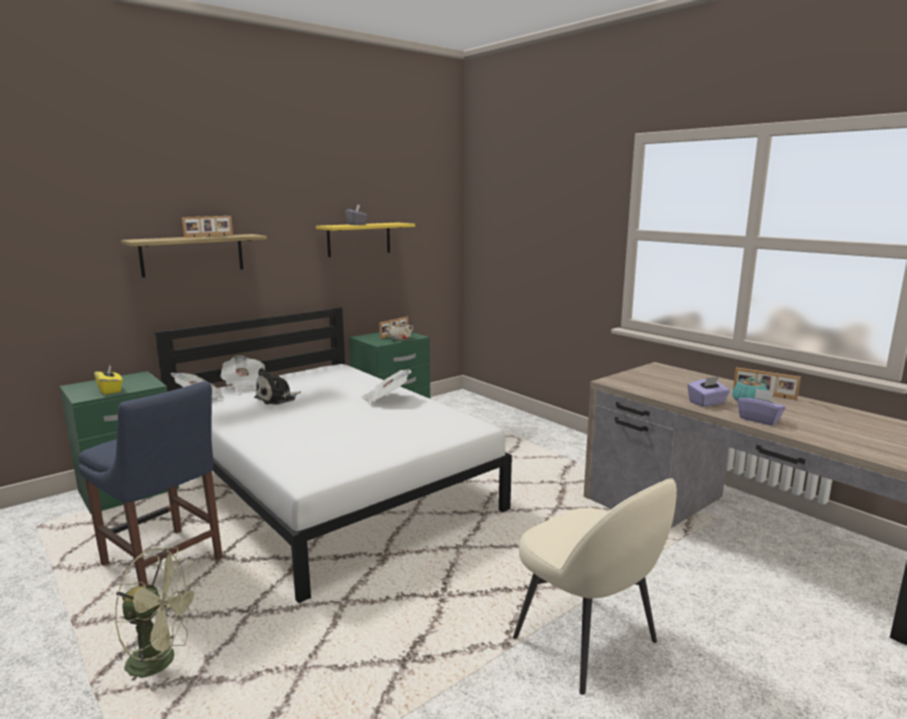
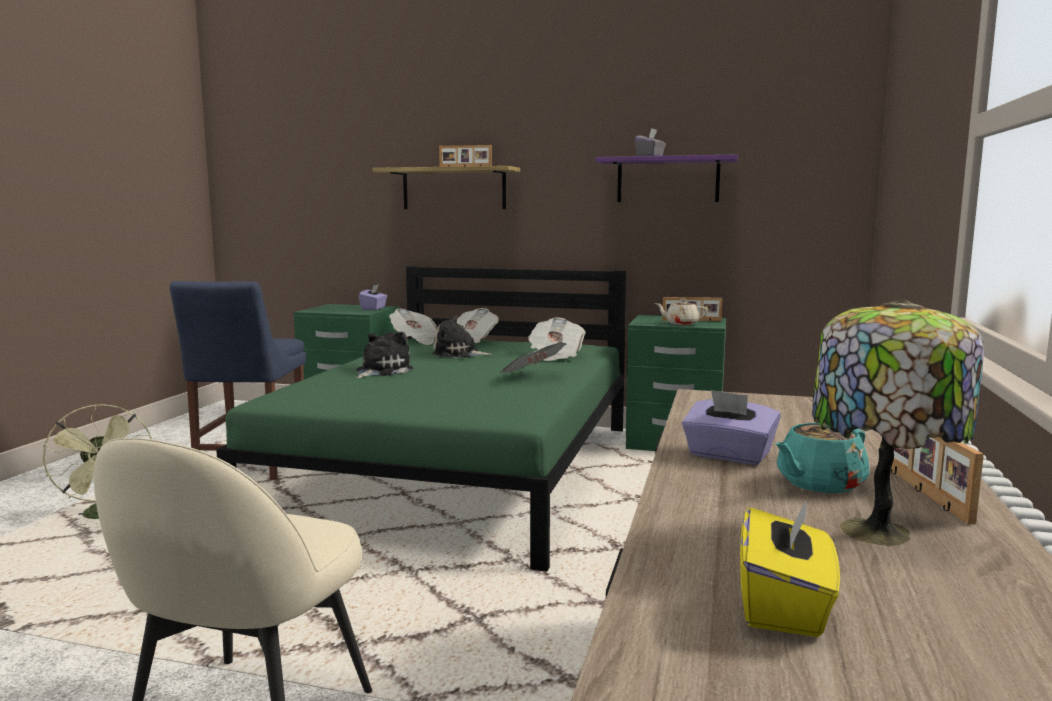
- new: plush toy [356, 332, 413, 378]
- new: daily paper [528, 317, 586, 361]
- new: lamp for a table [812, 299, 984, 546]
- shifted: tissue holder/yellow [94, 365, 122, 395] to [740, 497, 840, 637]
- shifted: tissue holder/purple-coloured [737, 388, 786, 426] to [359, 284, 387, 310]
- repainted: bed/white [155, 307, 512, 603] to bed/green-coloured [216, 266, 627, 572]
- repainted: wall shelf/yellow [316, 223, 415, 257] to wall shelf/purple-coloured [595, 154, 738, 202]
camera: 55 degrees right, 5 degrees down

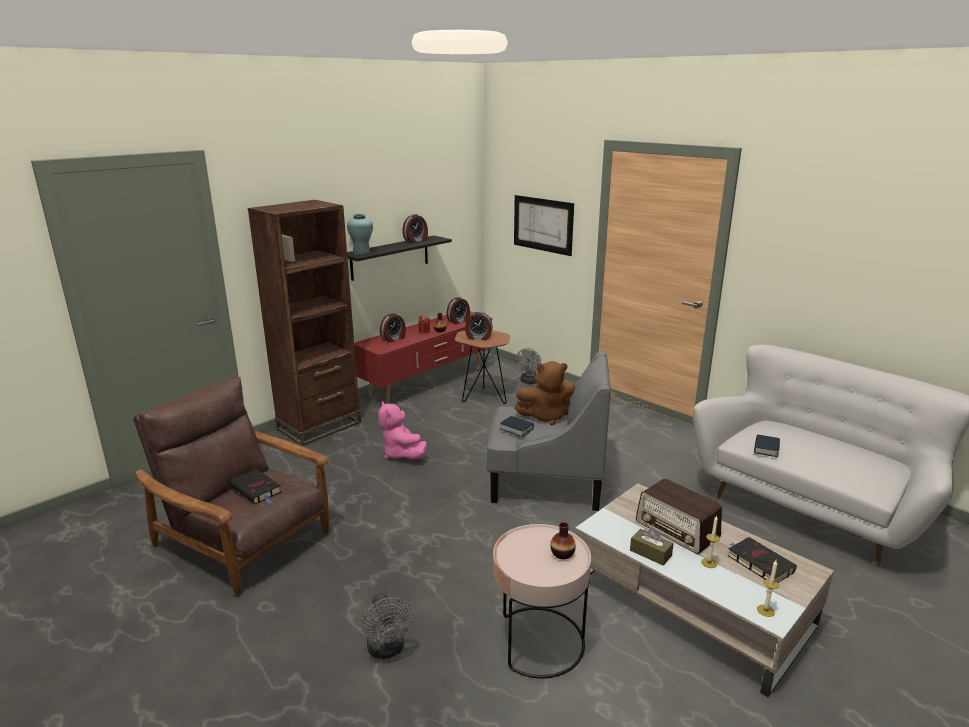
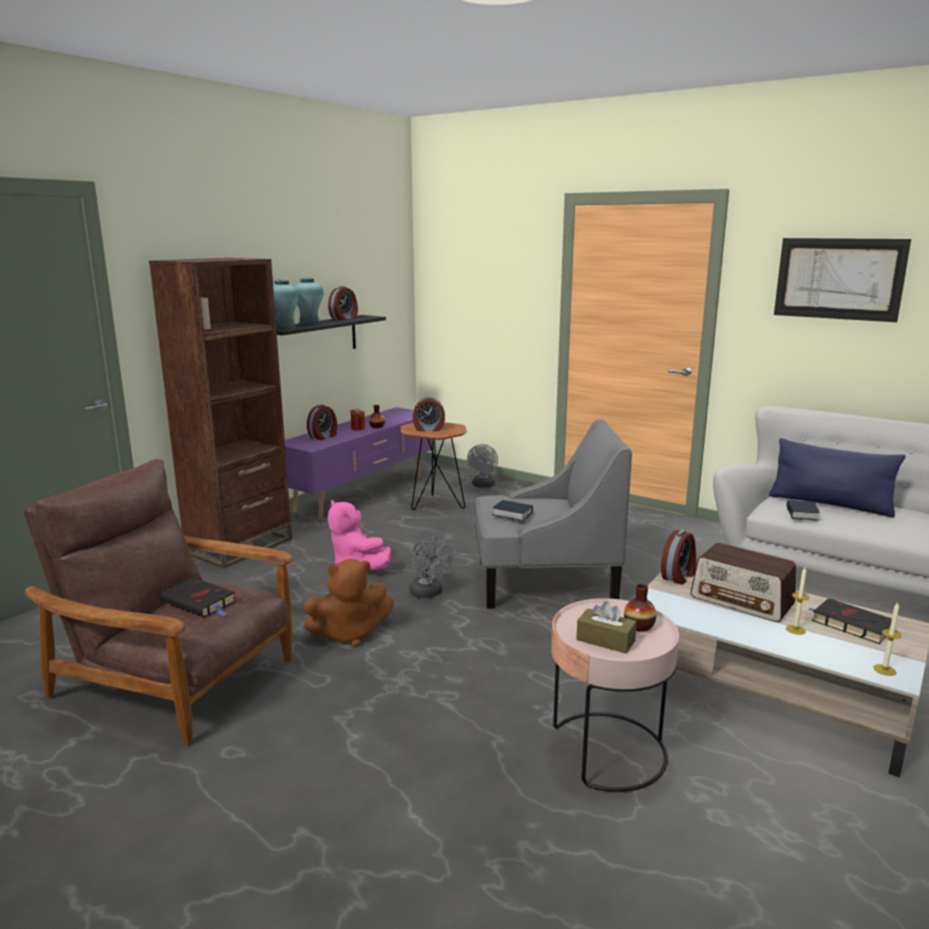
- new: vase/turquoise-coloured [295, 278, 323, 325]
- new: pillow/bluish [769, 438, 906, 517]
- shifted: cooling fan/greyish [362, 593, 413, 659] to [409, 537, 453, 598]
- shifted: alarm clock [446, 297, 470, 324] to [661, 530, 696, 585]
- shifted: picture [514, 195, 574, 256] to [774, 238, 911, 322]
- shifted: plush toy/brown-coloured [515, 361, 575, 425] to [304, 559, 394, 647]
- shifted: tissue holder/brown-coloured [630, 528, 674, 565] to [576, 601, 637, 654]
- repainted: tv stand/red [354, 311, 492, 404] to tv stand/purple-coloured [285, 407, 434, 520]
camera: 10 degrees left, 5 degrees down

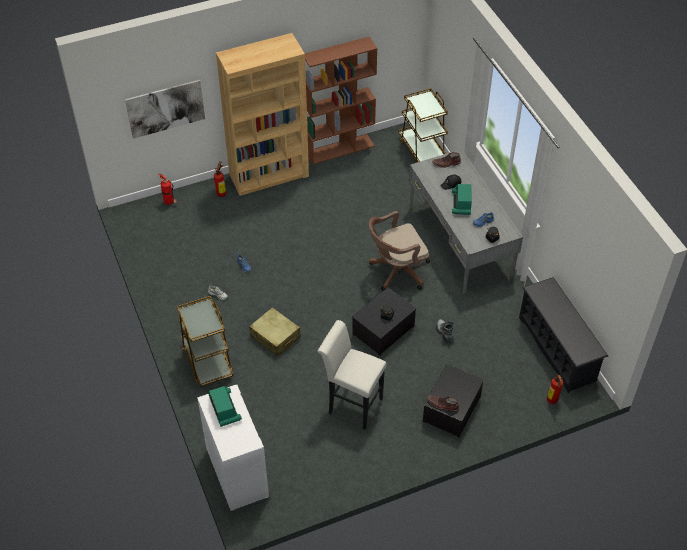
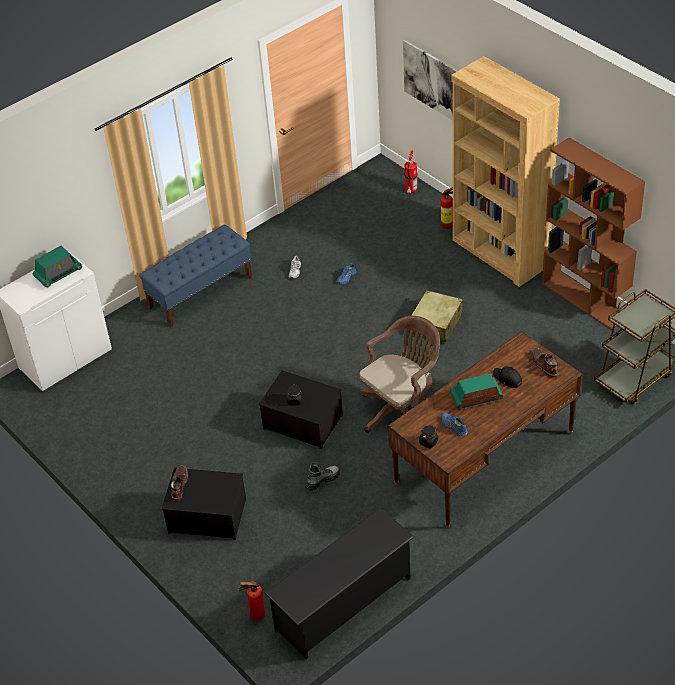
- gone: stool/white [317, 320, 387, 430]
- shifted: travel case/beige [249, 307, 301, 356] to [409, 290, 463, 343]
- swapped: trolley/brown-coloured [177, 296, 233, 387] to bench/bluish [139, 224, 252, 327]
- repainted: desk/greyish [409, 149, 523, 295] to desk/brown-coloured [388, 331, 582, 529]
- rotated: office chair/brown-coloured [369, 211, 430, 290] = [358, 316, 440, 433] 90 degrees clockwise
camera: 75 degrees right, 5 degrees down

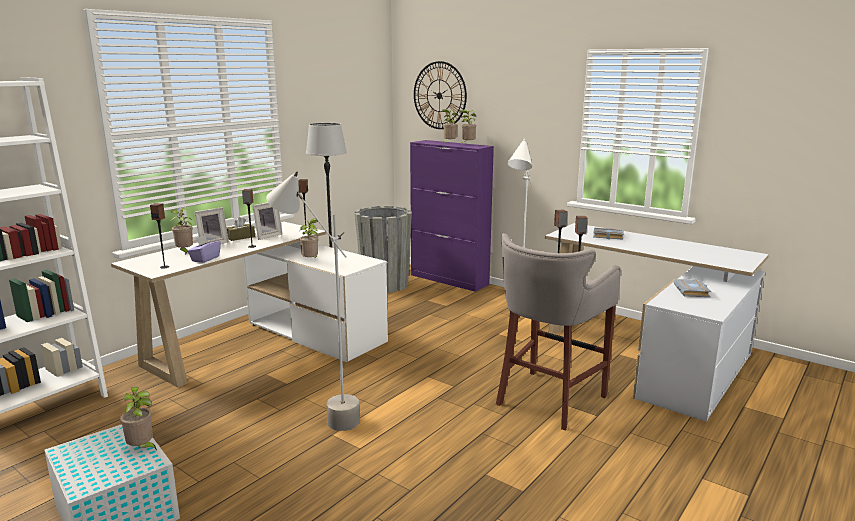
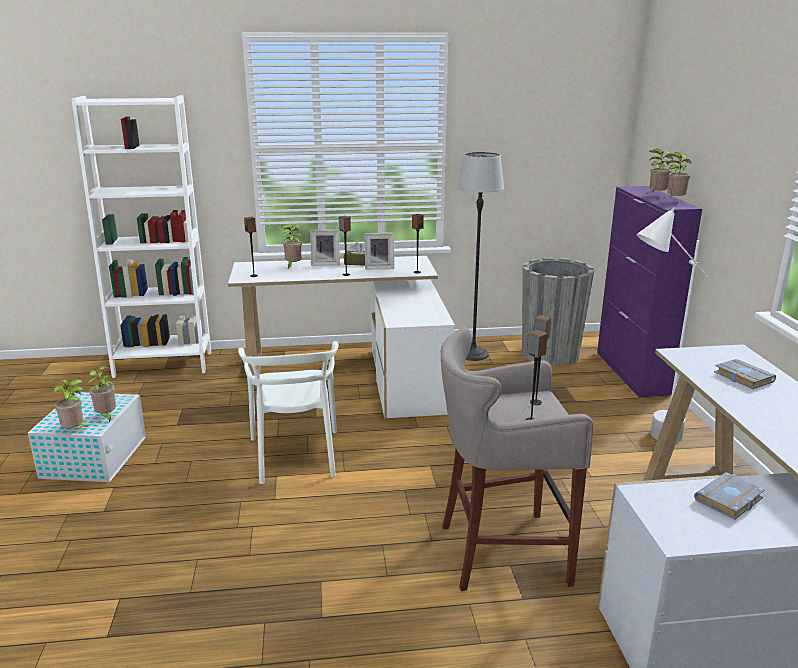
- gone: tissue holder/purple-coloured [187, 236, 221, 263]
- gone: wall clock [414, 61, 467, 129]
- shifted: plant in a pot [299, 218, 318, 258] to [54, 379, 90, 429]
- swapped: standing lamp/greyish [267, 171, 360, 431] to chair/white [238, 341, 338, 484]
camera: 45 degrees right, 5 degrees up

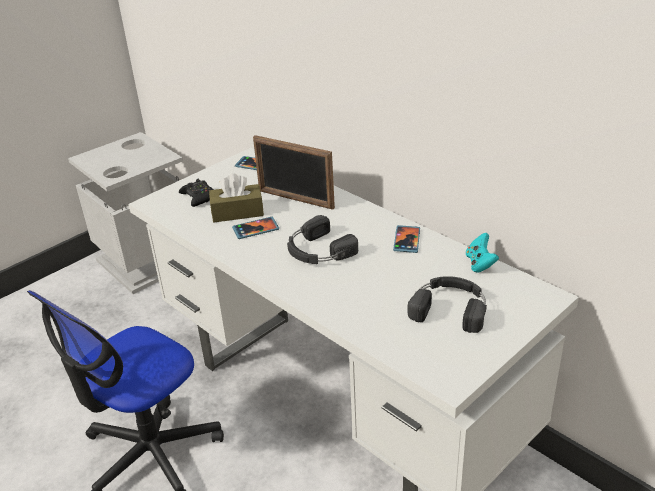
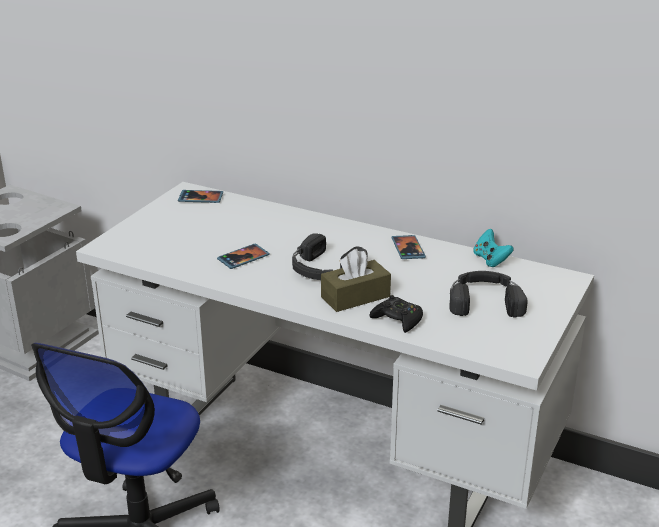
- gone: photo frame [253, 135, 335, 210]
- shifted: gamepad/black [179, 179, 214, 207] to [370, 295, 423, 333]
- shifted: tissue holder/brown-coloured [209, 173, 264, 222] to [321, 249, 391, 312]
camera: 20 degrees left, 5 degrees down

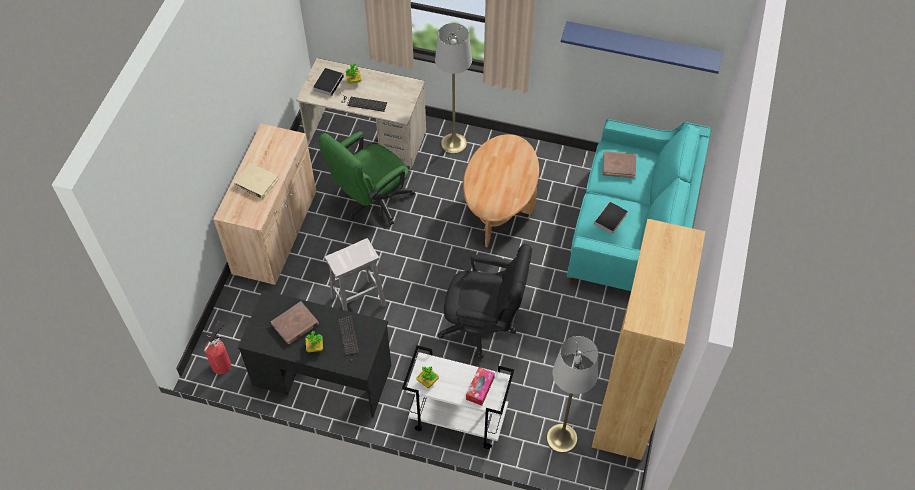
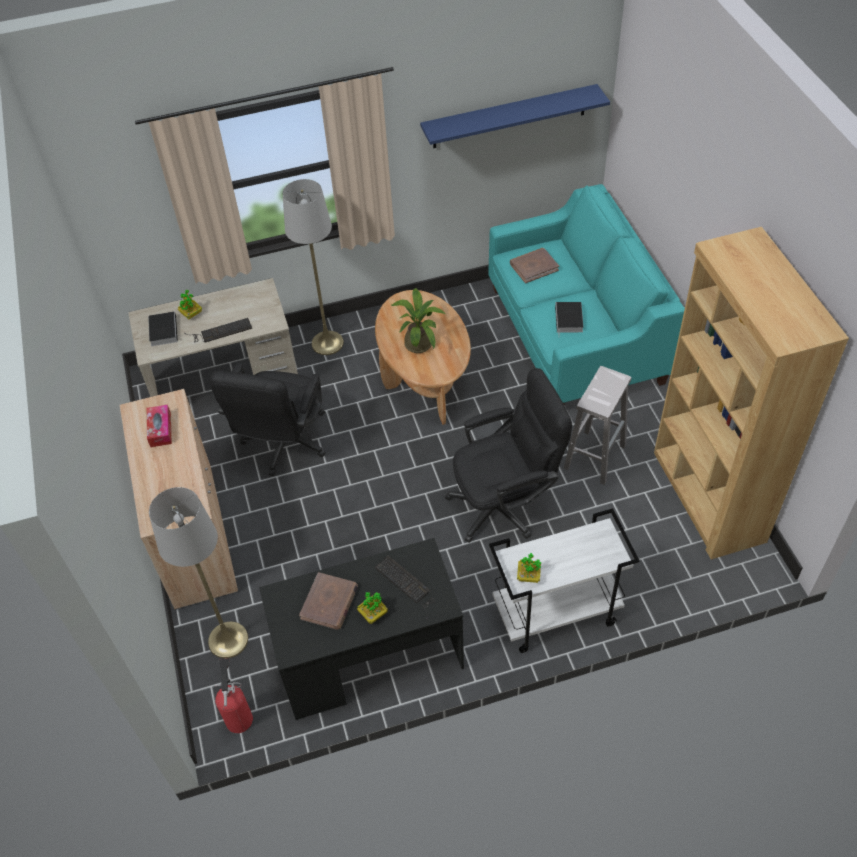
- gone: bound book/beige [234, 163, 279, 199]
- new: plant in a pot [391, 288, 445, 353]
- shifted: stool/white [325, 238, 387, 311] to [563, 366, 631, 485]
- shifted: tissue holder [466, 367, 495, 406] to [147, 405, 172, 447]
- shifted: standing lamp/greyish [546, 336, 599, 453] to [149, 487, 248, 658]
- repainted: office chair/green-coloured [318, 131, 415, 225] to office chair/black [210, 362, 326, 476]
camera: 30 degrees left, 5 degrees down

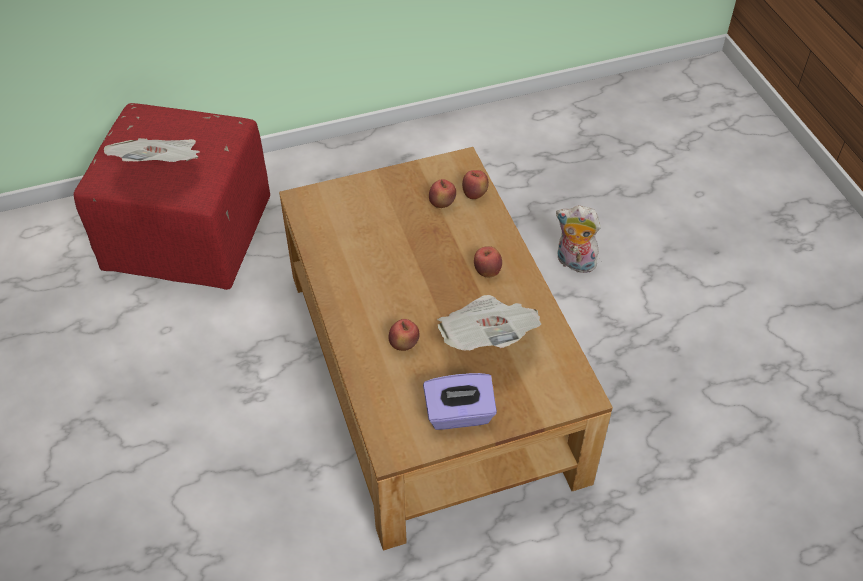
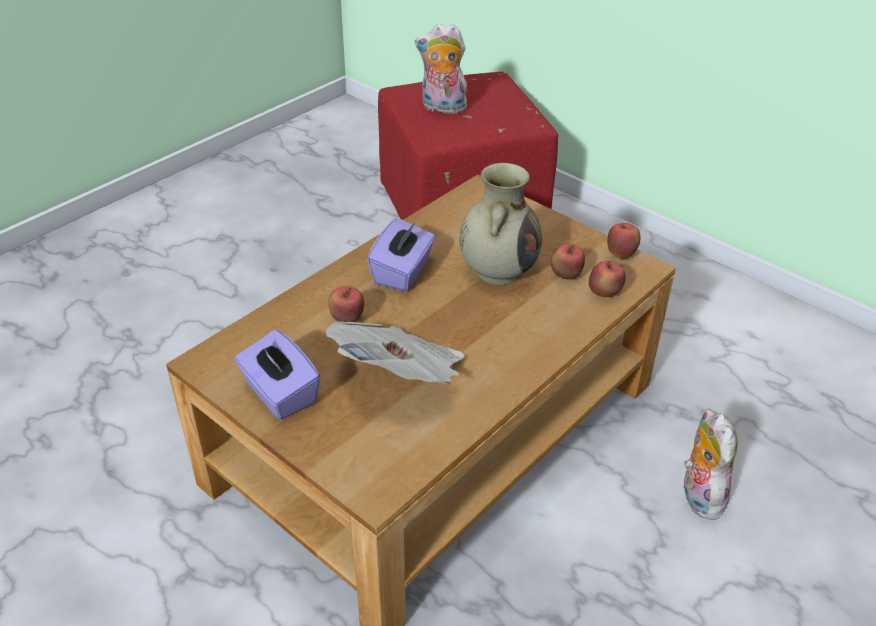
- new: tissue holder/purple-coloured [367, 218, 435, 292]
- new: vase/beige [460, 163, 542, 285]
- shifted: whole apple [474, 246, 502, 277] to [607, 223, 640, 259]
- swapped: daily paper [104, 138, 200, 162] to plush toy [415, 23, 467, 114]
camera: 60 degrees right, 10 degrees down

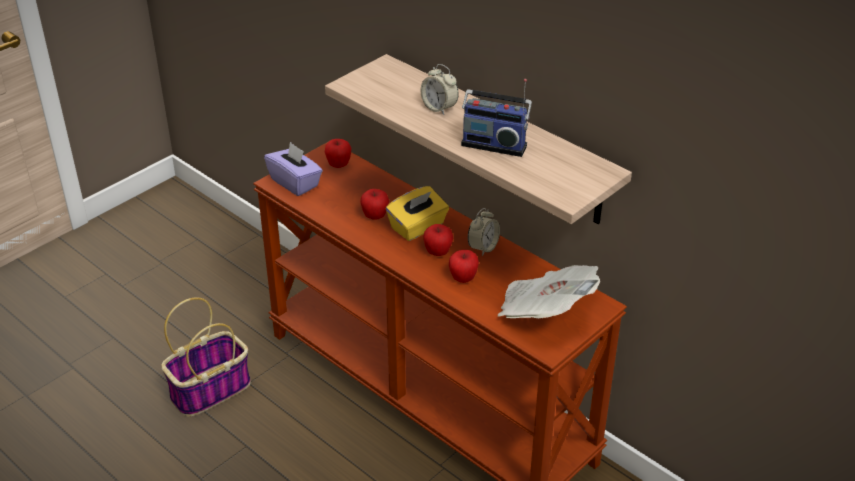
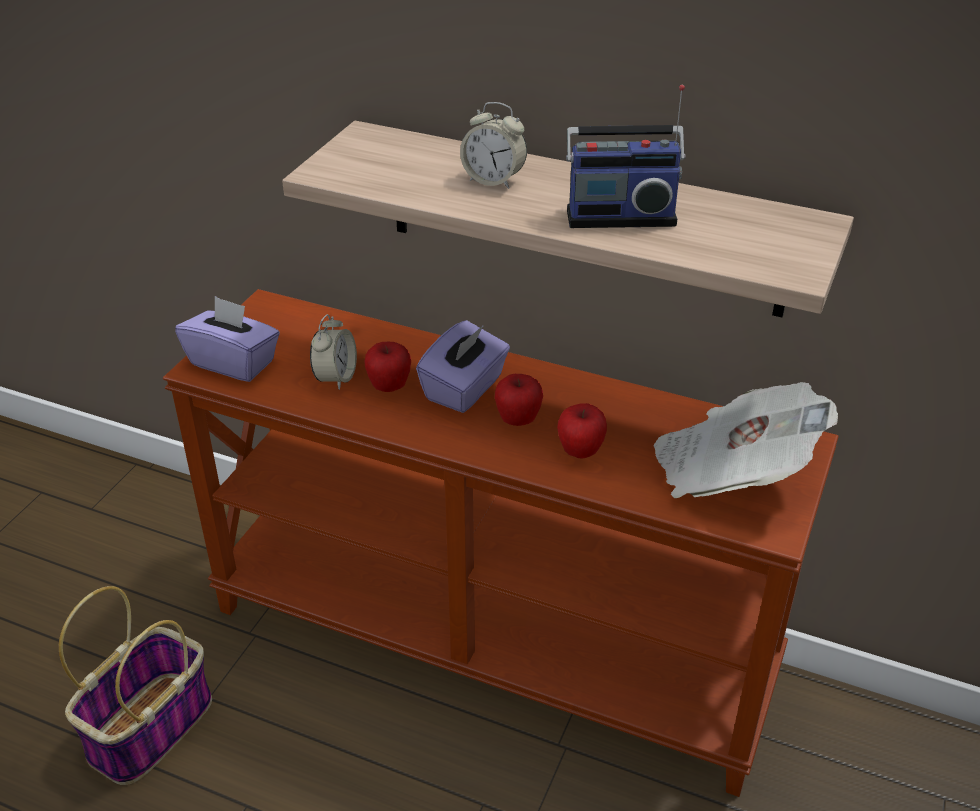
- gone: whole apple [325, 139, 352, 168]
- shifted: alarm clock [468, 208, 500, 256] to [310, 314, 357, 390]
- repainted: tissue holder/yellow [386, 186, 449, 241] to tissue holder/purple-coloured [416, 320, 510, 413]
camera: 20 degrees left, 0 degrees up

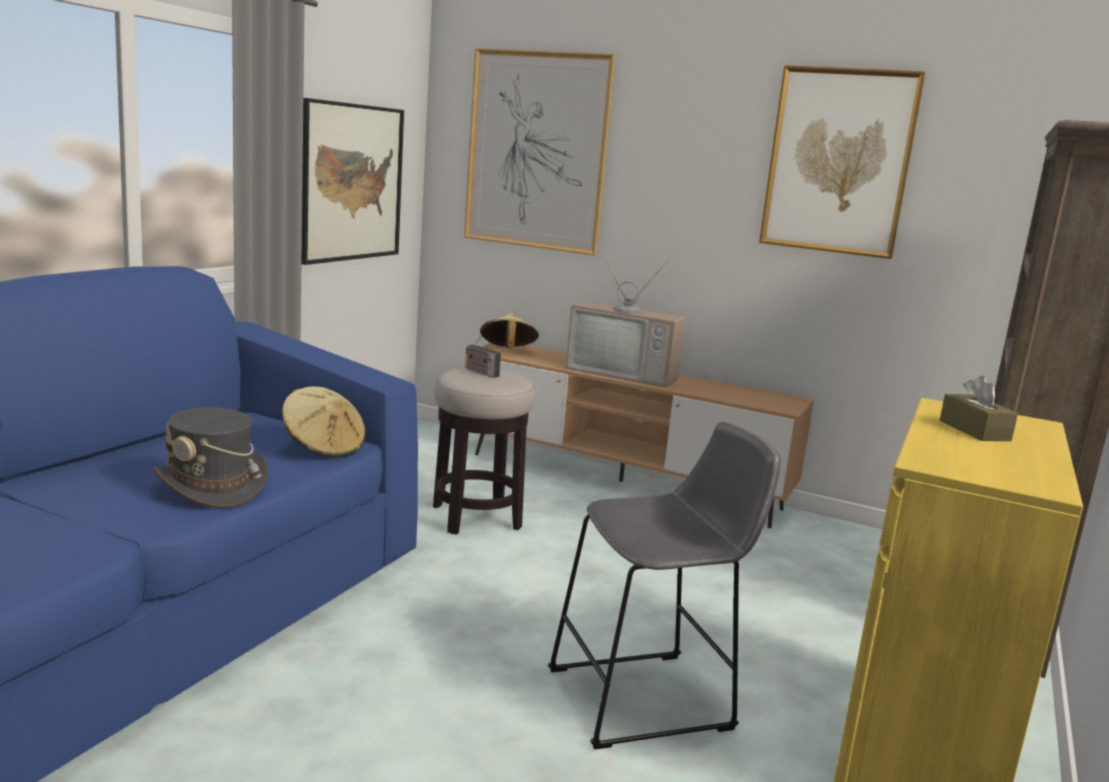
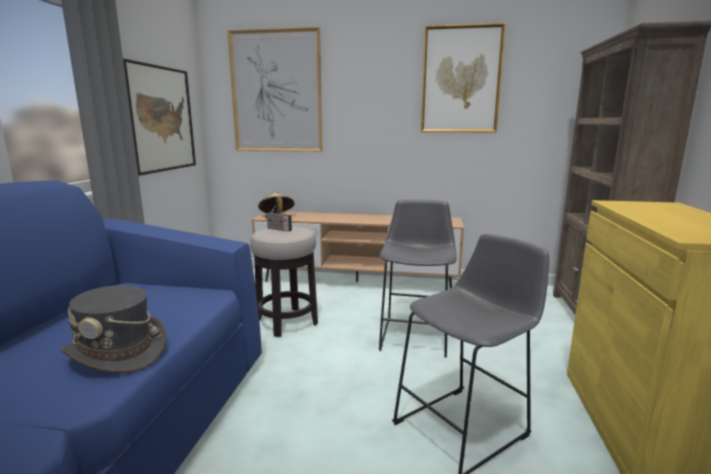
- gone: hat/beige [282, 387, 366, 458]
- gone: TV [565, 252, 685, 388]
- gone: tissue holder/brown-coloured [940, 376, 1018, 441]
- new: stool/greyish [379, 199, 457, 358]
camera: 15 degrees left, 0 degrees up

